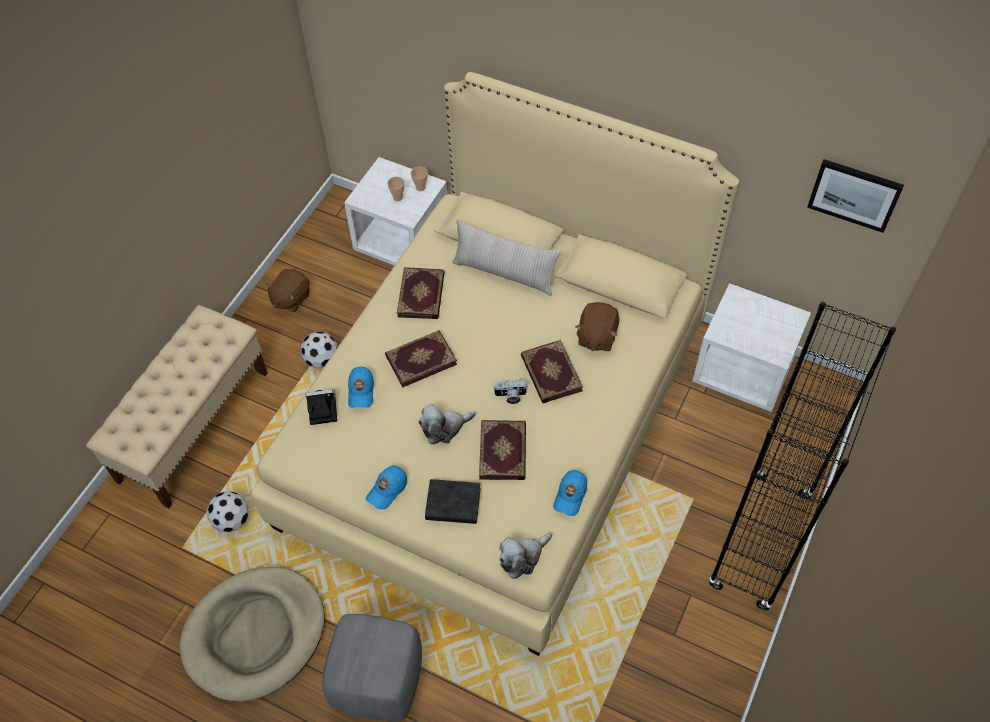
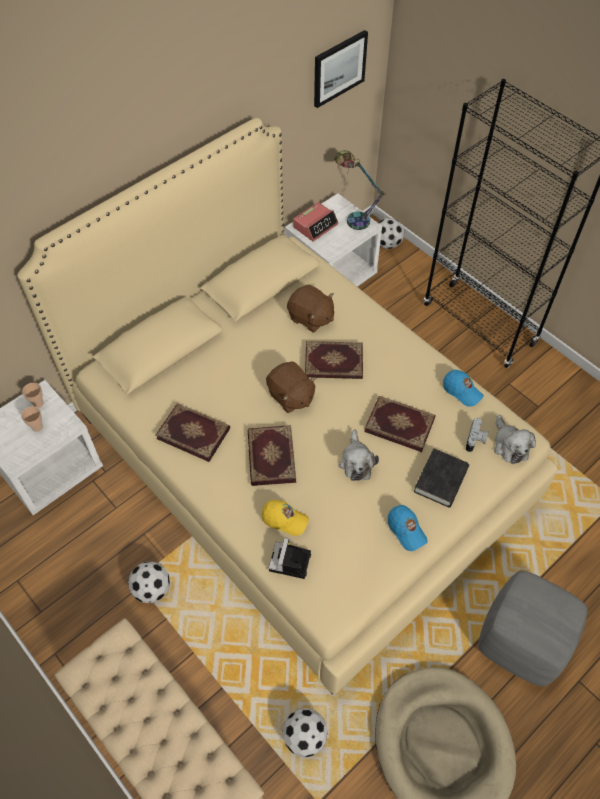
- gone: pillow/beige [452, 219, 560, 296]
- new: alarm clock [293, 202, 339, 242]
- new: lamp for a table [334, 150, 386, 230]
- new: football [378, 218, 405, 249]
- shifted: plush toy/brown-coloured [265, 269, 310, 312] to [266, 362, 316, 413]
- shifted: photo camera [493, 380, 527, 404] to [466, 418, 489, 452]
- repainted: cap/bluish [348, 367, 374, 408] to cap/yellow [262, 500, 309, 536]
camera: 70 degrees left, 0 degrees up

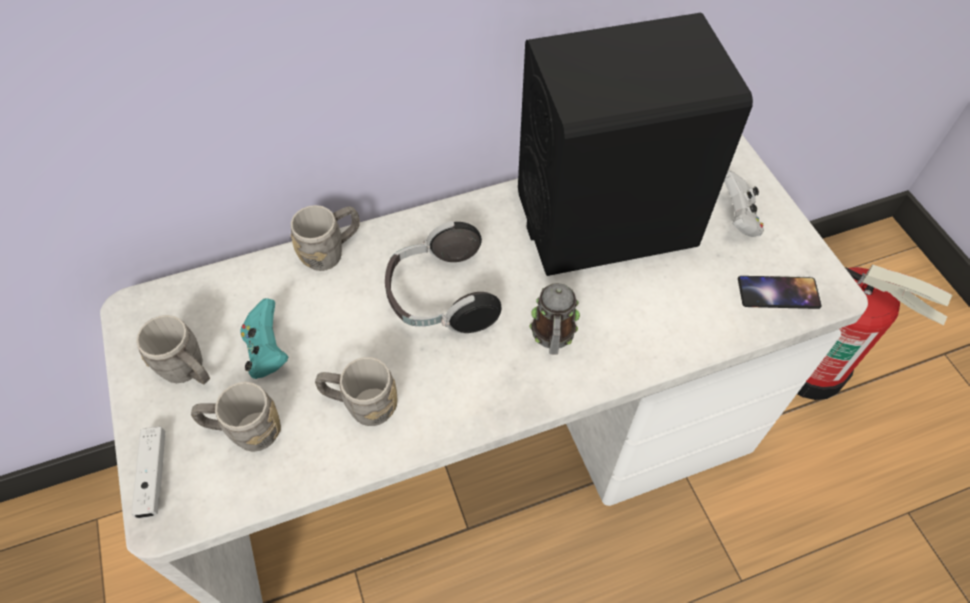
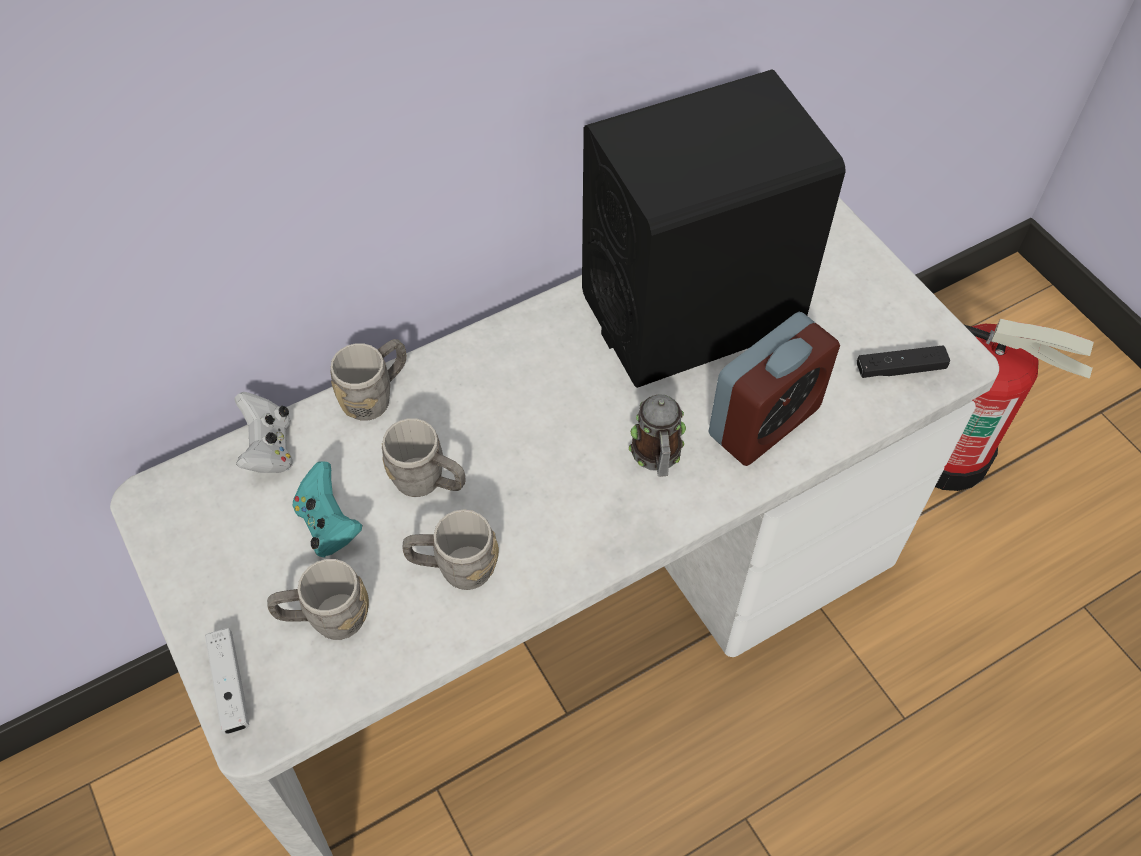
- gone: headset [385, 221, 501, 333]
- new: alarm clock [708, 312, 840, 466]
- shifted: coffee mug/greyish [136, 315, 210, 384] to [382, 418, 466, 497]
- shifted: gamepad/white [724, 171, 764, 237] to [235, 392, 293, 473]
- swapped: phone [738, 276, 822, 309] to gamepad/black [856, 345, 950, 378]
camera: 10 degrees left, 0 degrees up

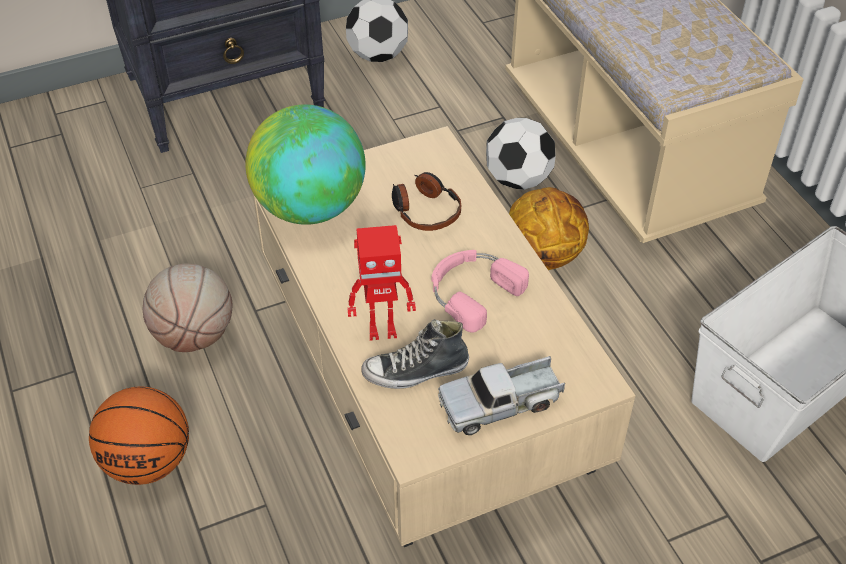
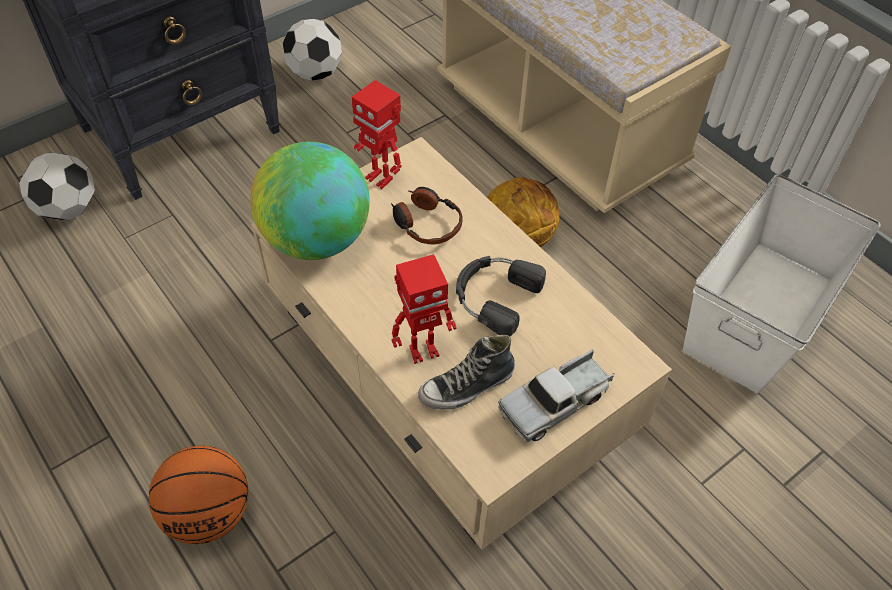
- gone: ball for basketball [143, 263, 233, 352]
- new: model robot [352, 80, 402, 189]
- shifted: football [486, 118, 556, 190] to [19, 152, 95, 220]
- repainted: headset/pink-coloured [432, 250, 529, 333] to headset/black [456, 256, 546, 336]
camera: 15 degrees left, 5 degrees up

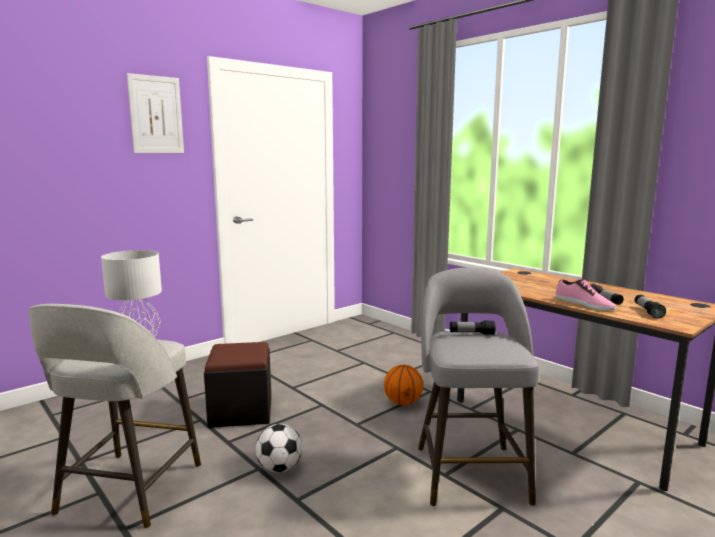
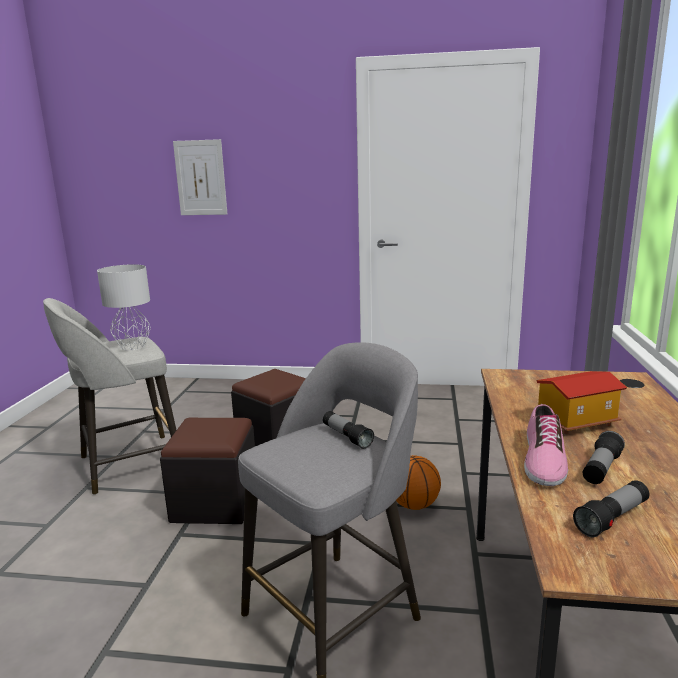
- new: miniature house [536, 371, 627, 435]
- shifted: picture [127, 73, 184, 153] to [173, 139, 227, 215]
- swapped: football [256, 424, 302, 473] to ottoman/black [160, 418, 255, 524]
camera: 50 degrees right, 5 degrees up

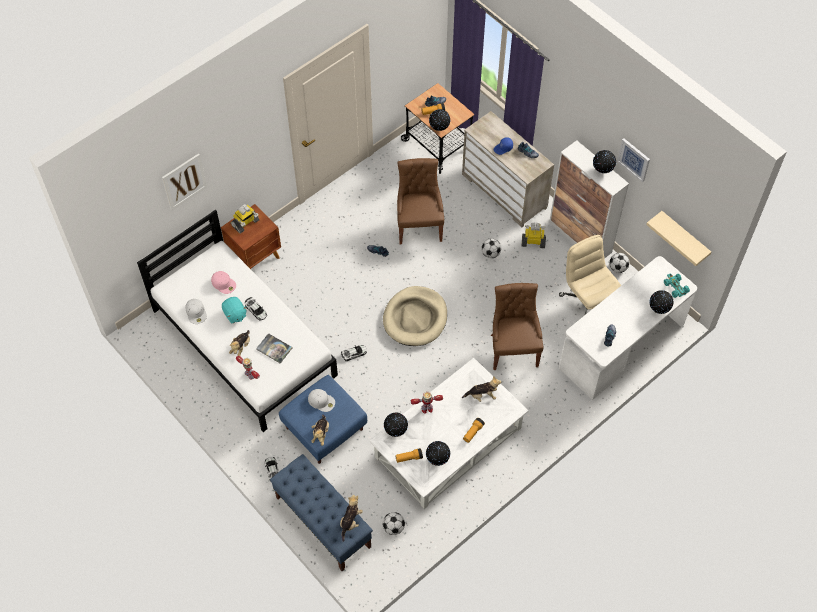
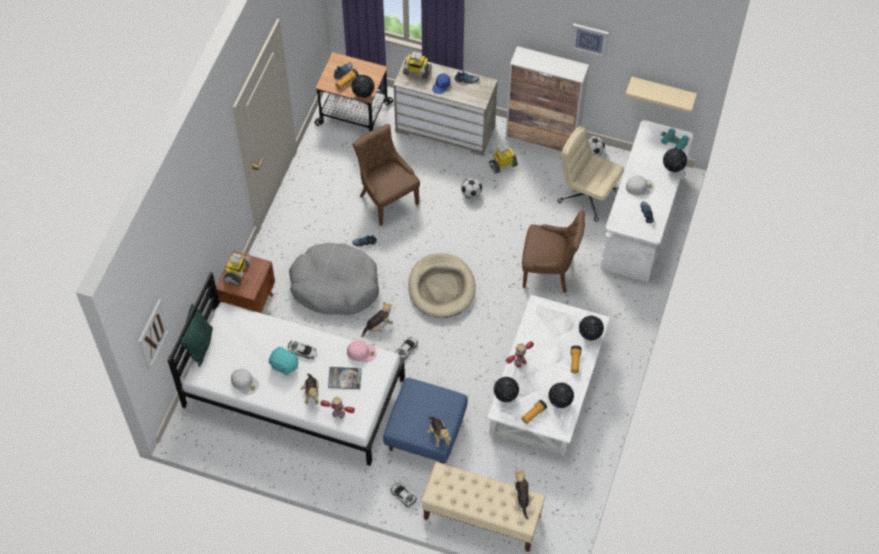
- gone: football [382, 512, 405, 535]
- new: pillow/green-coloured [180, 303, 213, 367]
- new: dog cushion/greyish [289, 243, 379, 315]
- new: model robot [403, 51, 432, 79]
- shifted: picture [162, 153, 207, 210] to [138, 299, 170, 371]
- shifted: cap/pink-coloured [211, 271, 236, 294] to [347, 340, 377, 362]
- shifted: cap/white [308, 389, 335, 412] to [626, 175, 654, 195]
- shifted: plush toy [462, 376, 501, 402] to [361, 302, 393, 337]
- shifted: desk globe [593, 150, 616, 173] to [579, 316, 604, 341]
- repainted: bench/bluish [270, 454, 373, 571] to bench/beige [421, 462, 546, 552]
- rotated: chair/brown-coloured [491, 283, 544, 370] = [522, 211, 585, 293] 135 degrees clockwise
camera: 30 degrees left, 0 degrees up

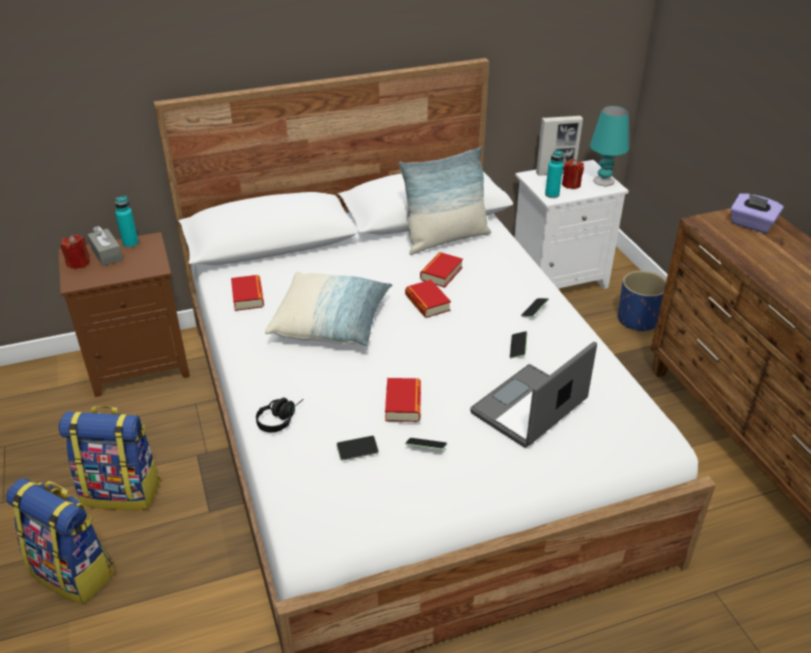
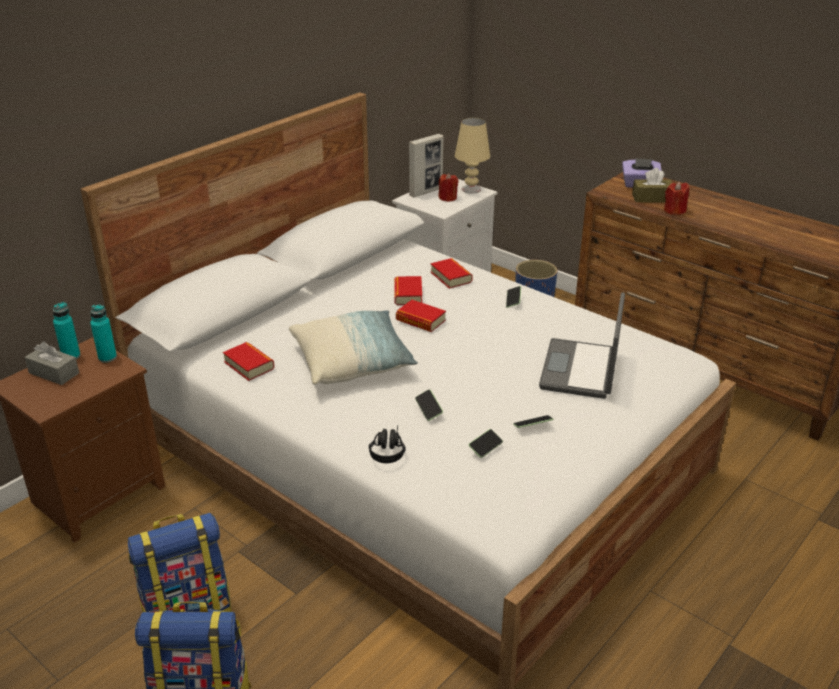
- gone: pillow [399, 147, 491, 255]
- new: tissue holder/brown-coloured [632, 168, 672, 202]
- shifted: wax light/red [61, 235, 90, 269] to [664, 181, 689, 215]
- shifted: bound book [385, 378, 421, 422] to [431, 258, 473, 289]
- shifted: phone [510, 331, 528, 358] to [415, 389, 443, 421]
- shifted: beverage bottle/turquoise-coloured [545, 150, 563, 198] to [90, 305, 117, 363]
- repainted: lamp for a table/turquoise-coloured [590, 106, 629, 186] to lamp for a table/beige [455, 118, 490, 193]
camera: 30 degrees left, 5 degrees down

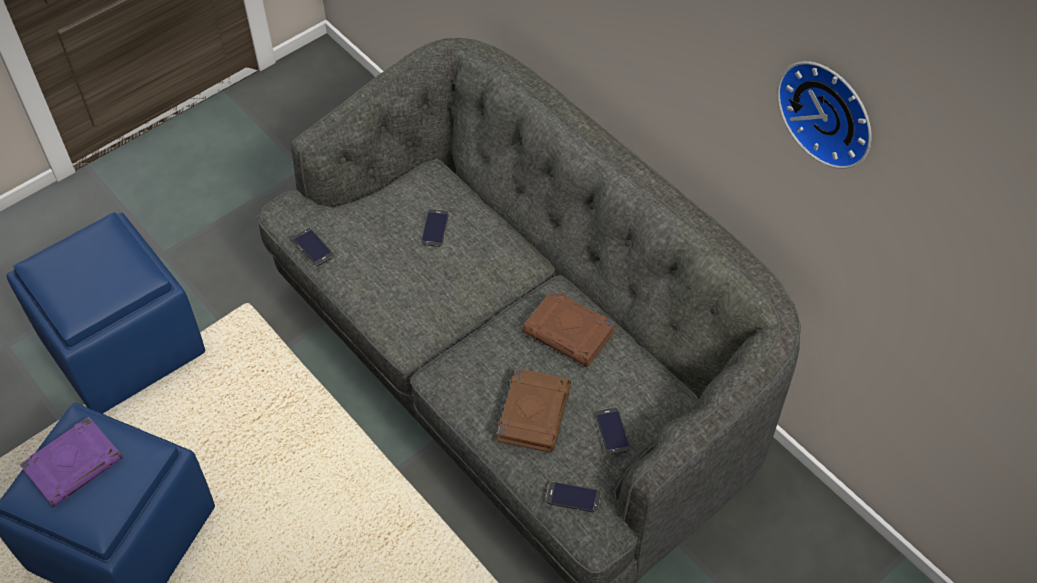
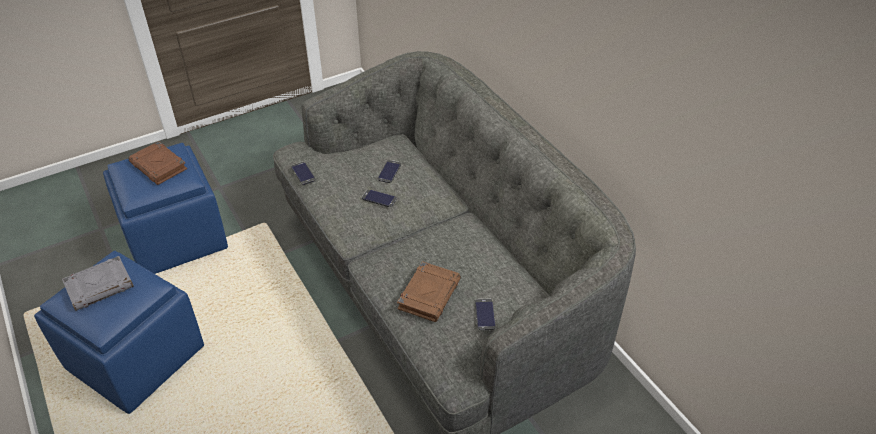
- gone: wall clock [777, 61, 872, 169]
- shifted: bound book/brown-coloured [522, 289, 616, 367] to [129, 141, 187, 185]
- shifted: phone [546, 482, 601, 513] to [362, 189, 397, 207]
- repainted: bound book/purple-coloured [19, 417, 123, 507] to bound book/greyish [62, 256, 134, 311]
camera: 10 degrees right, 10 degrees down

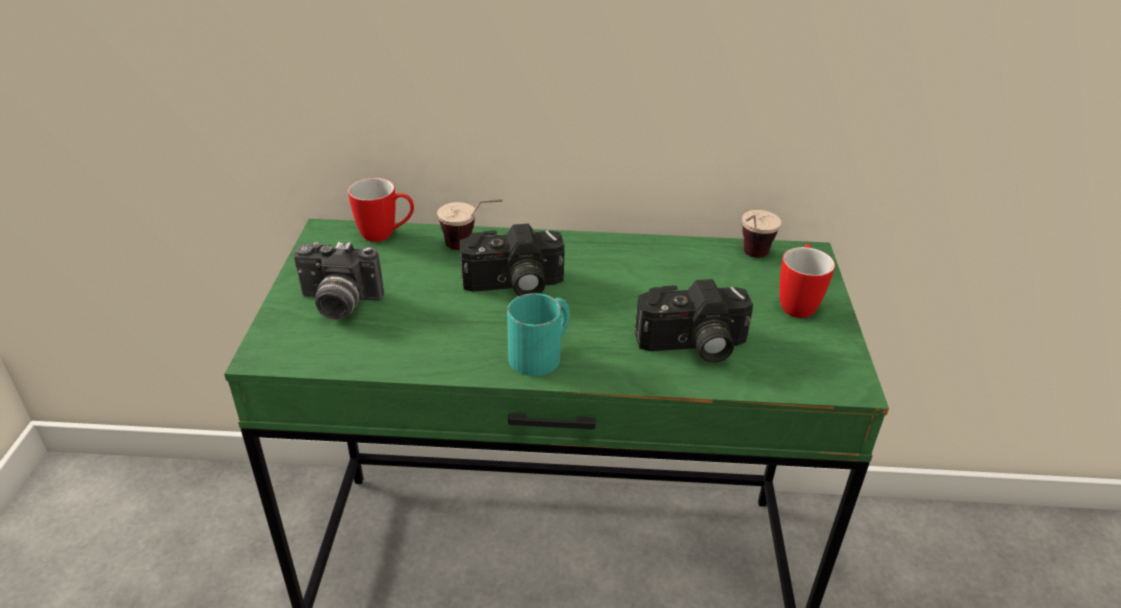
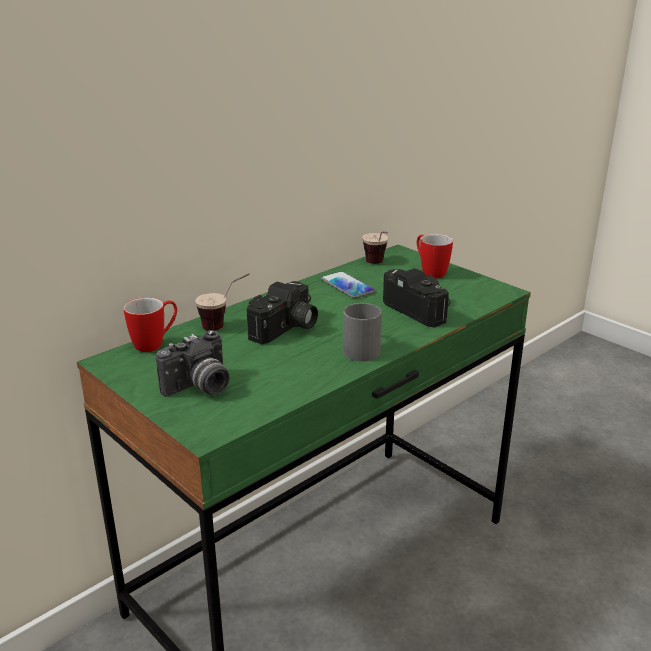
- new: phone [321, 271, 375, 299]
- repainted: coffee mug/turquoise-coloured [507, 293, 570, 376] to coffee mug/greyish [343, 303, 382, 362]
- rotated: photo camera [635, 279, 753, 363] = [383, 268, 451, 328] 75 degrees counterclockwise
camera: 45 degrees left, 10 degrees down

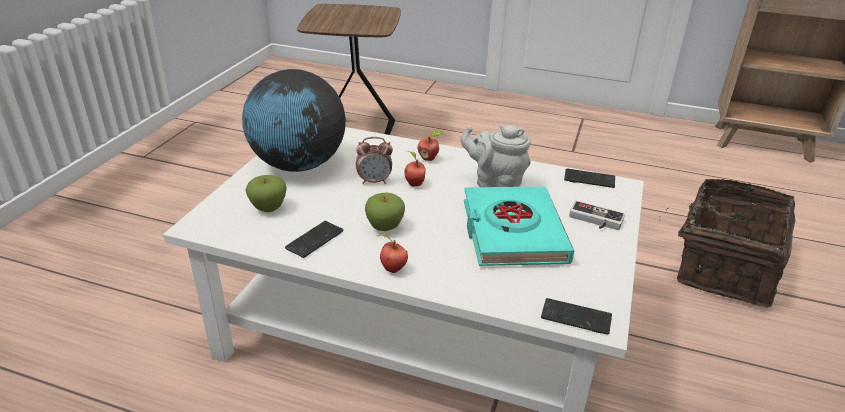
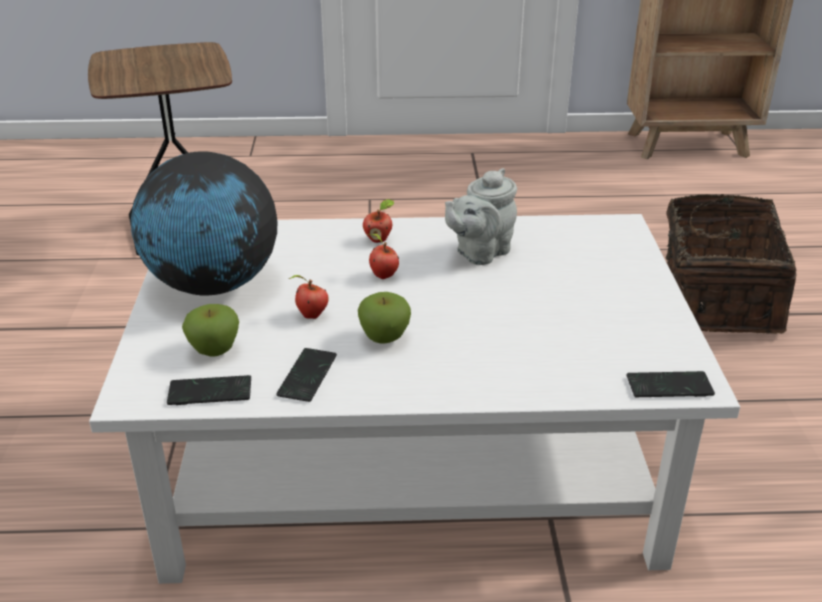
- gone: alarm clock [356, 137, 393, 184]
- gone: bound book/turquoise-coloured [464, 187, 574, 266]
- gone: gamepad [569, 200, 625, 230]
- shifted: whole apple [377, 234, 408, 273] to [289, 275, 328, 319]
- shifted: phone [564, 169, 615, 188] to [167, 375, 251, 405]
- rotated: teapot/greyish [460, 125, 531, 187] = [445, 168, 517, 265] 45 degrees counterclockwise
camera: 20 degrees left, 0 degrees up

